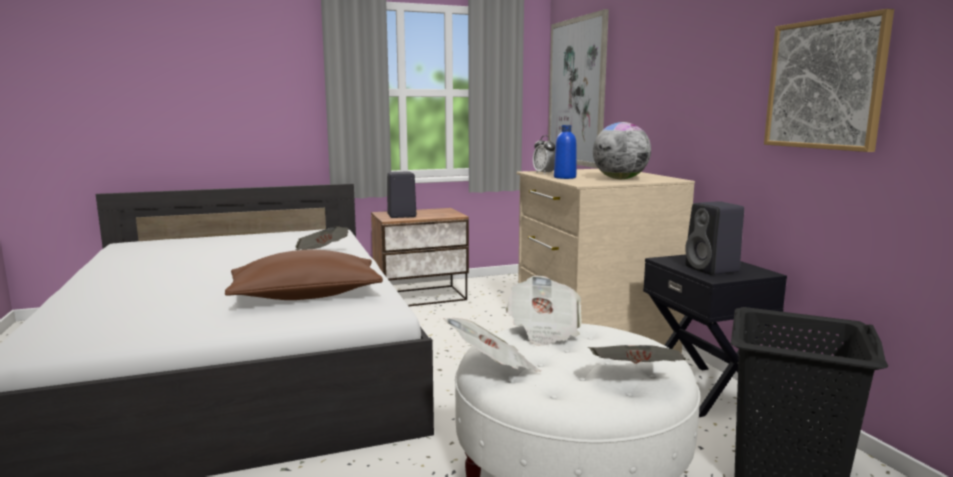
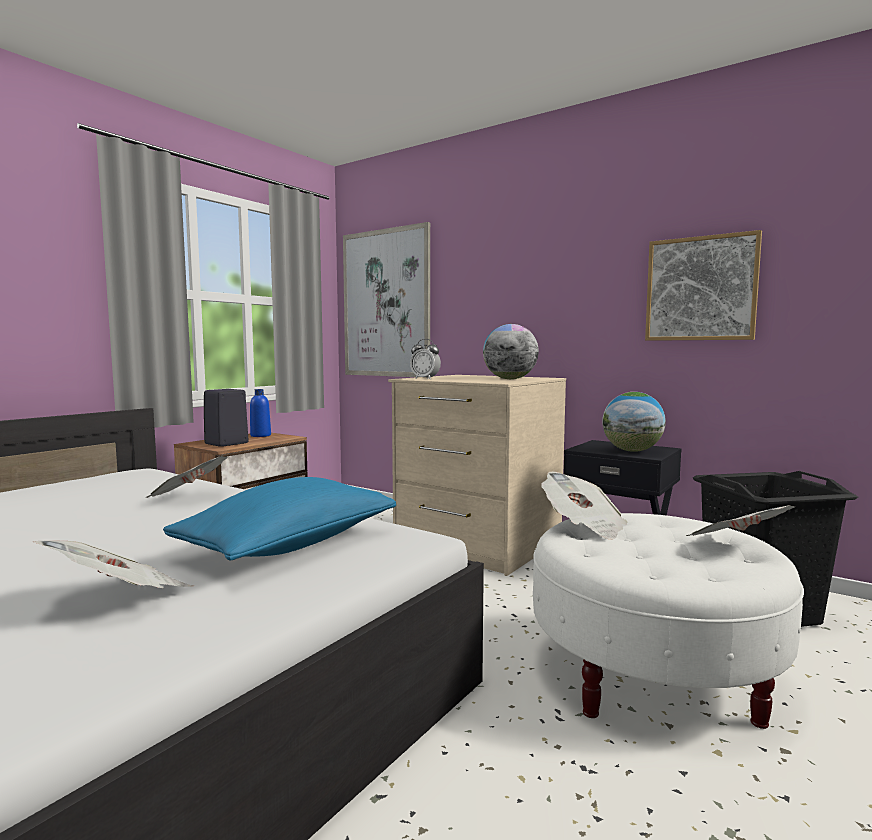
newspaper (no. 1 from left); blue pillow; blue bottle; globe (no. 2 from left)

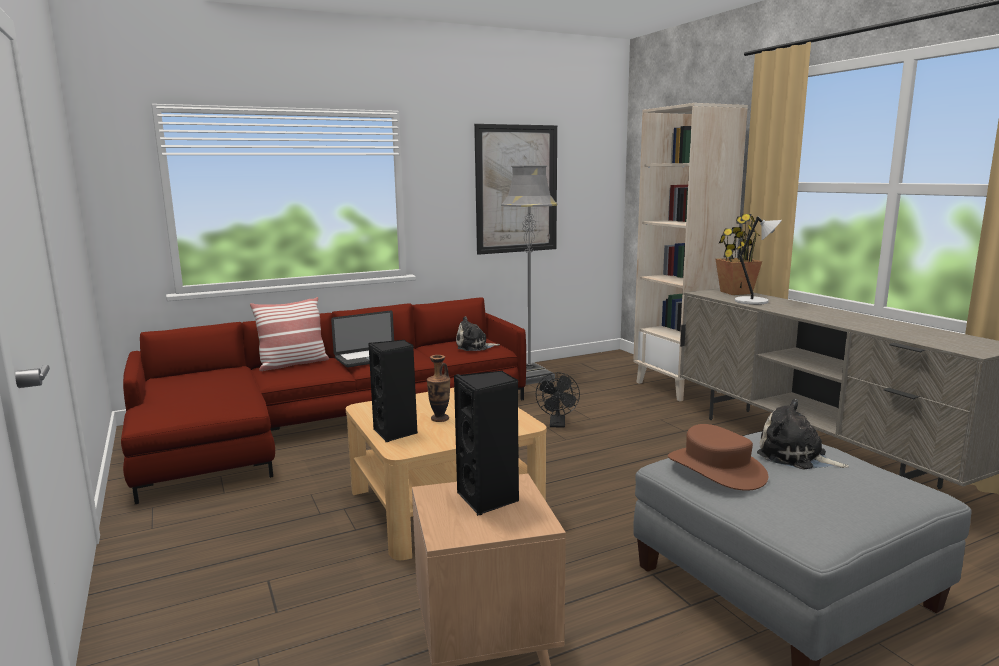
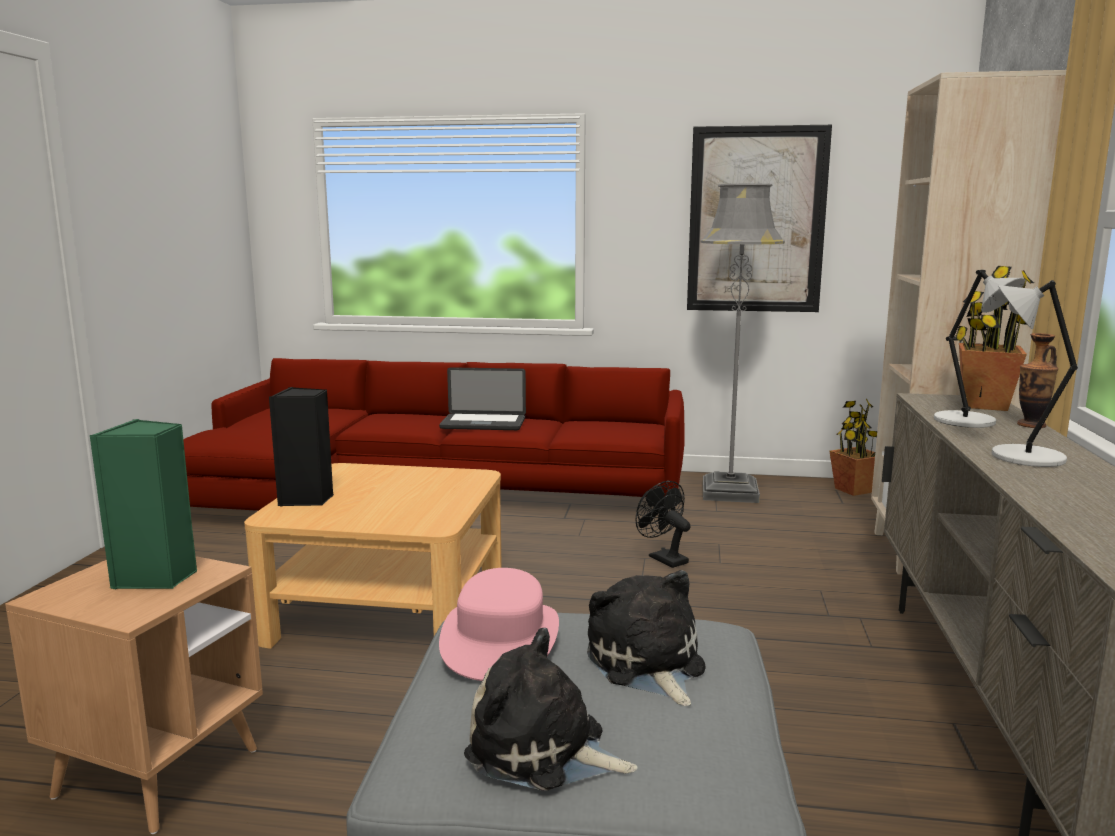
green speaker; pink hat; plush toy (no. 1 from left); black fan; potted plant (no. 1 from left); grey table lamp (no. 2 from left); vase; pillow

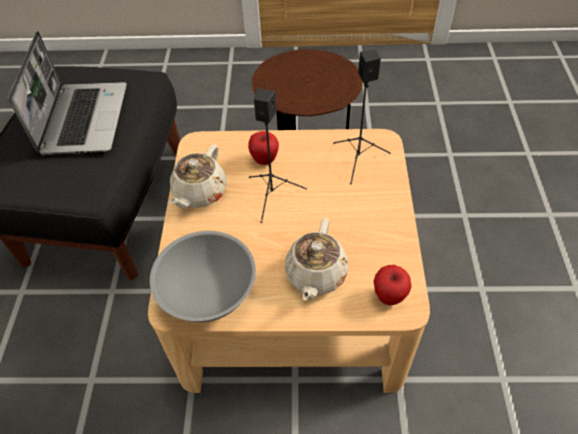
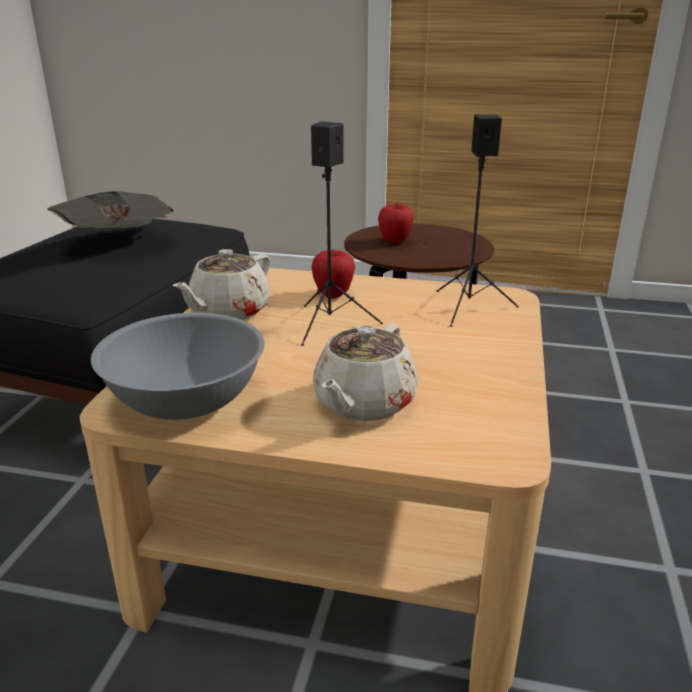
newspaper; apple (no. 2 from left)

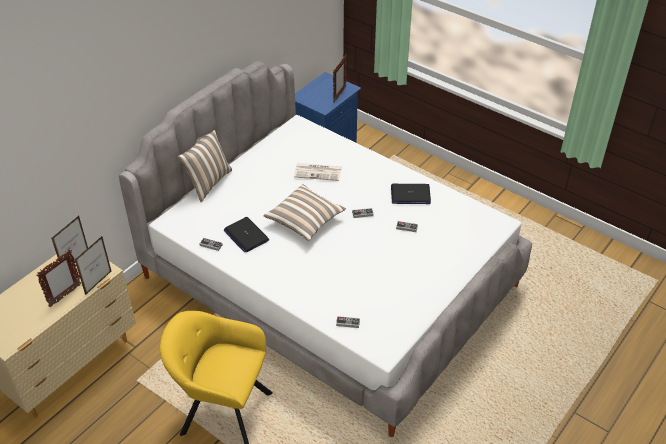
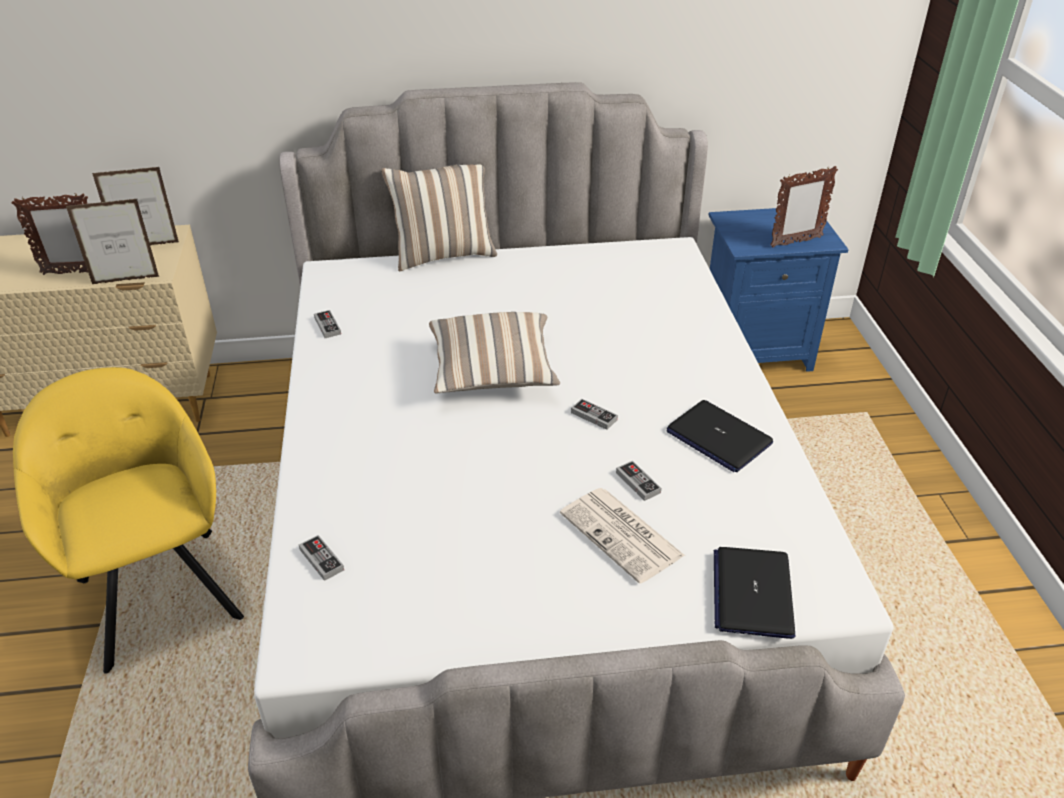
newspaper; laptop (no. 2 from left)

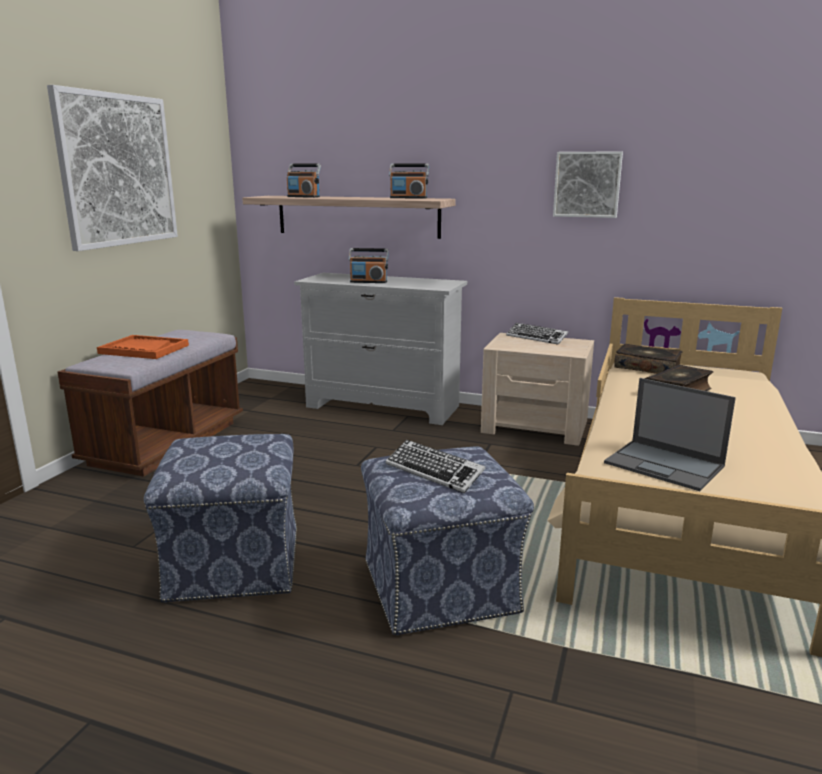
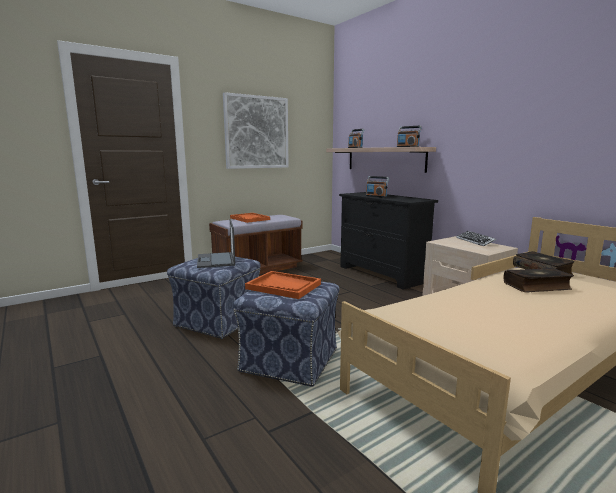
laptop; orange tray (no. 2 from left); black dresser; picture (no. 2 from left in the first image)

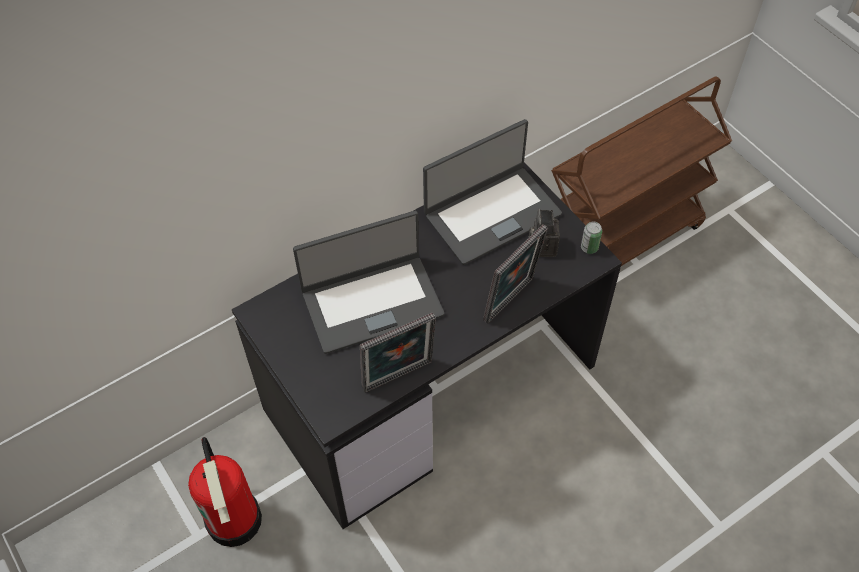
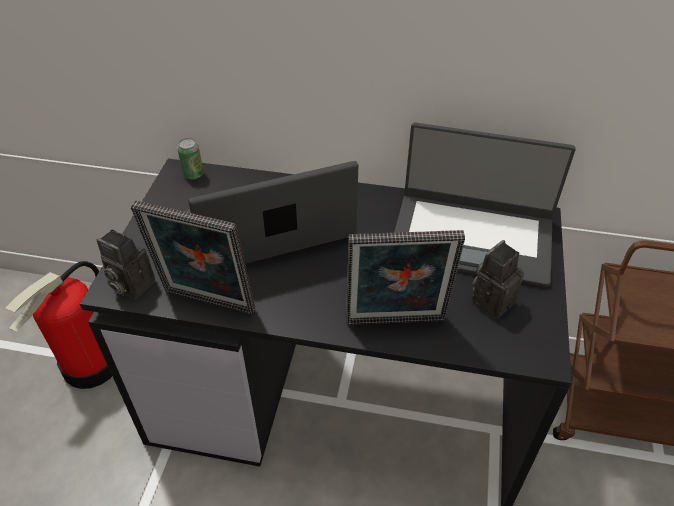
photo camera (no. 1 from left); can; laptop (no. 1 from left)

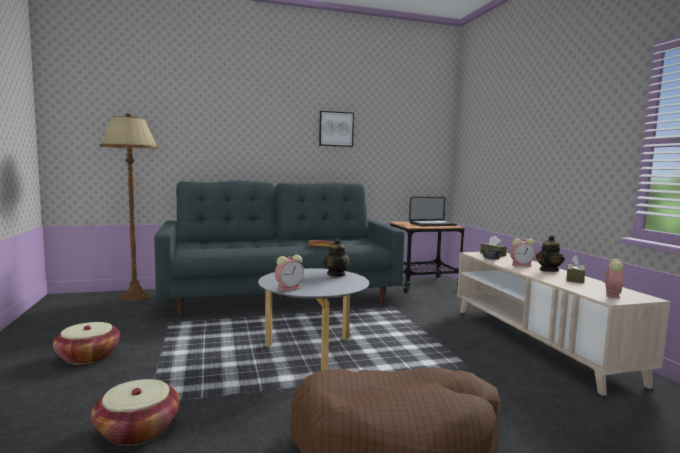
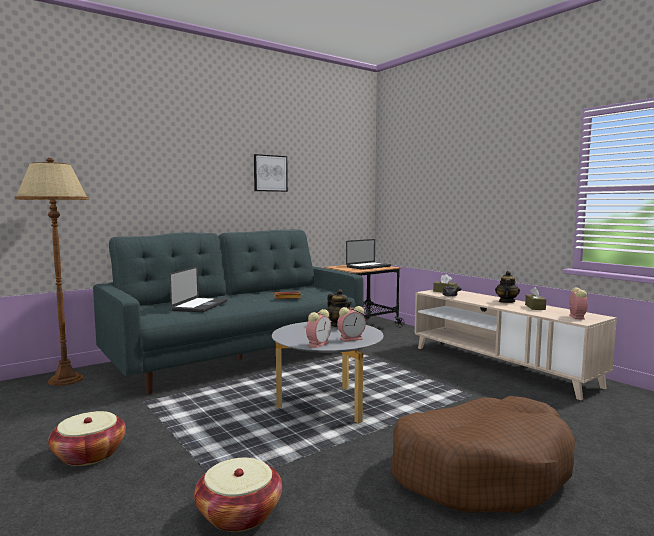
laptop (no. 1 from left); alarm clock (no. 2 from left)

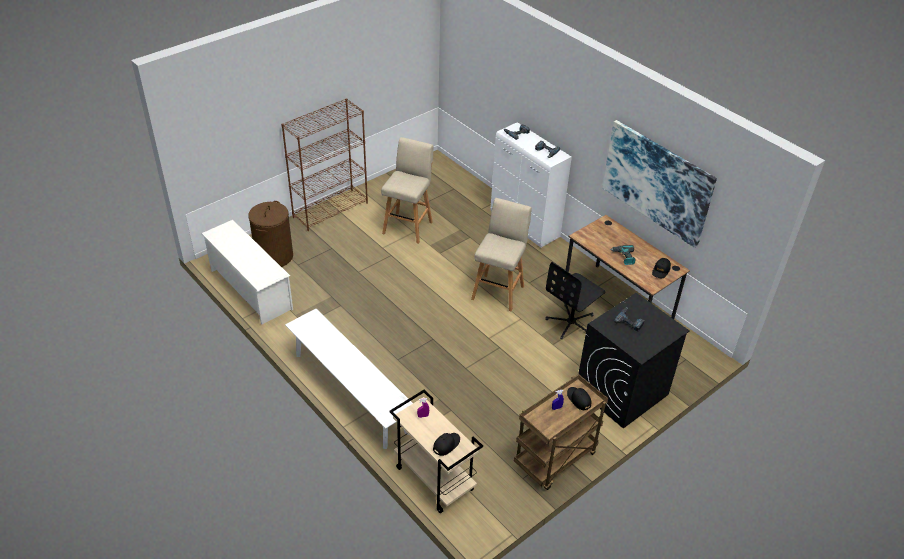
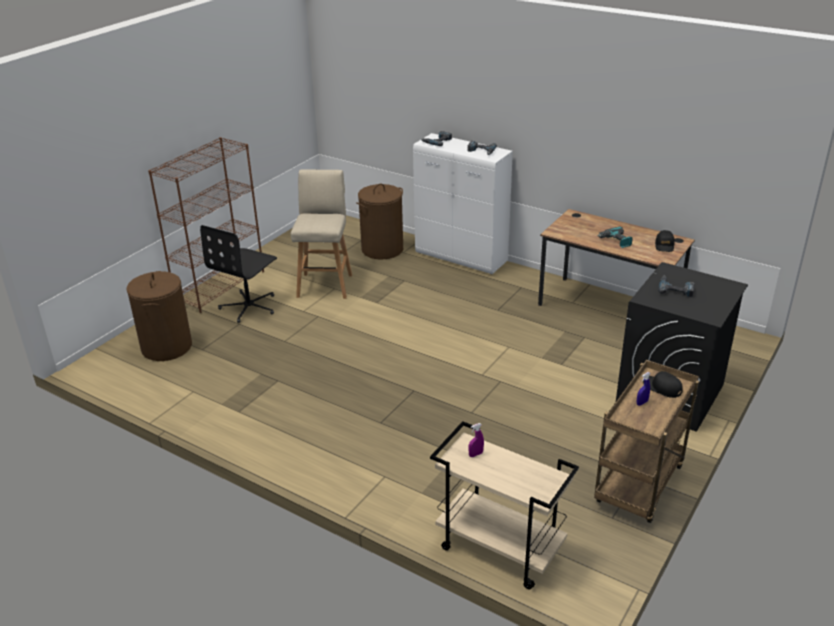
black office chair; brown laundry basket (no. 2 from left); white shoe rack; white bench; black cap (no. 1 from left in the first image); beige stool (no. 2 from left in the first image); picture

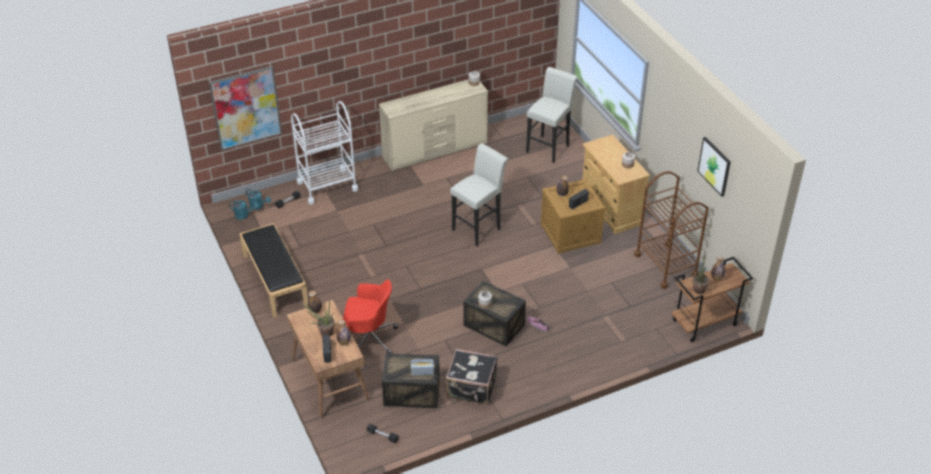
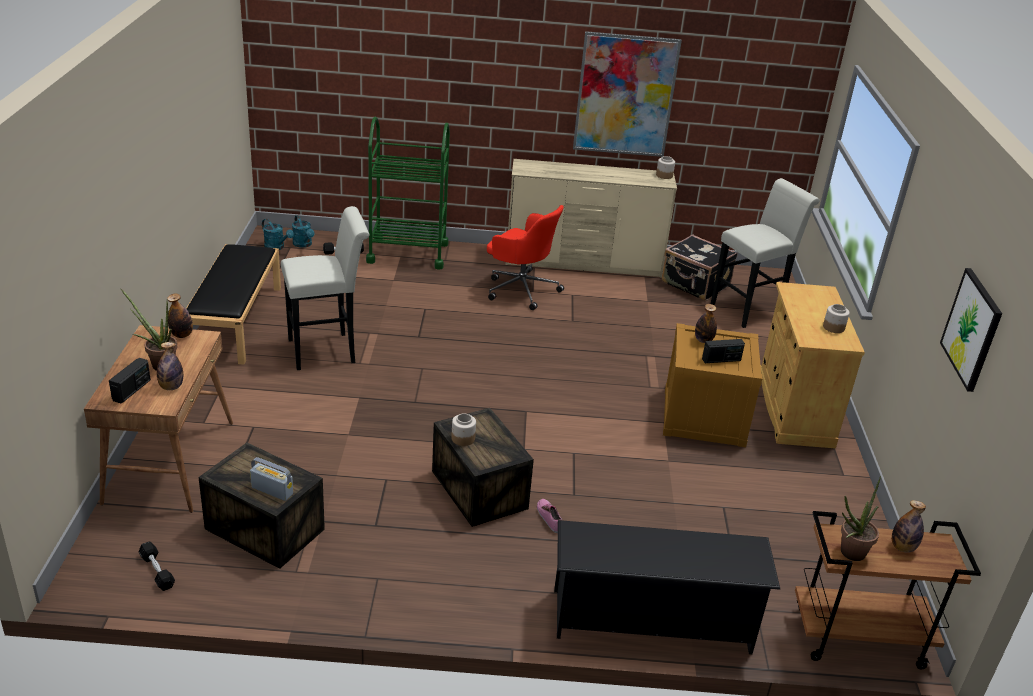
white stool (no. 1 from left); green cart; red office chair; black shoe rack; picture (no. 1 from left); black suitcase; brown cart (no. 1 from left in the first image)

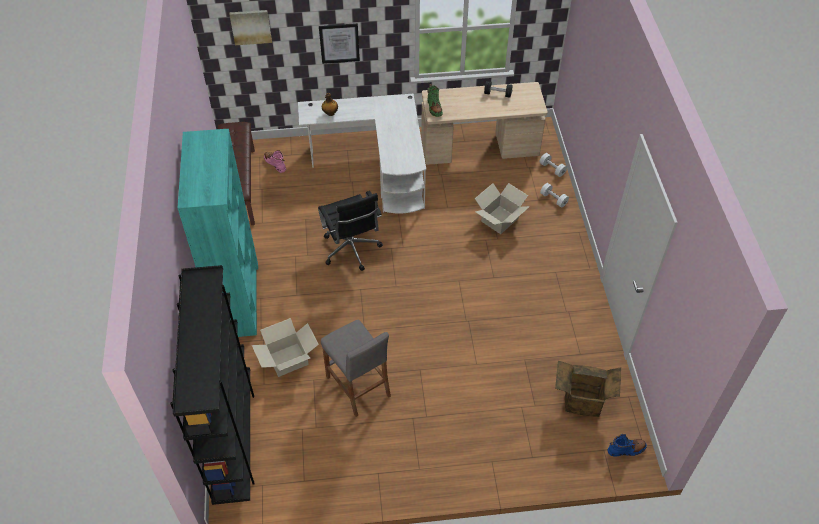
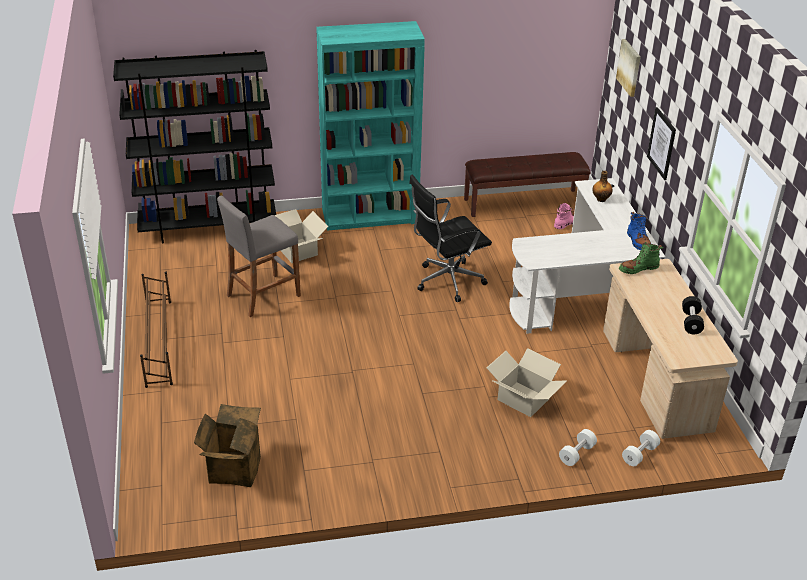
brown shoe rack; blue boot

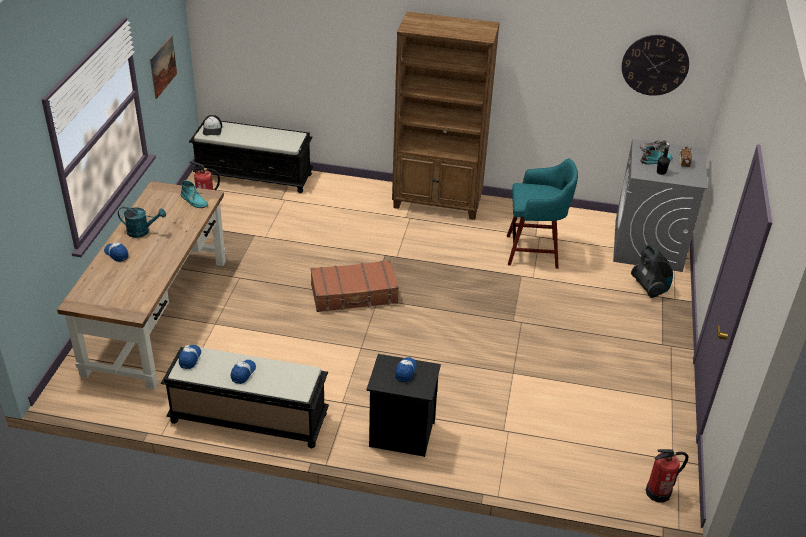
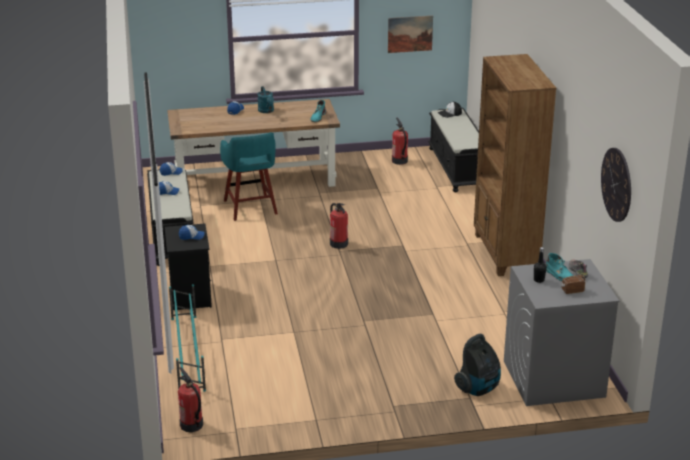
turquoise shoe rack; turquoise stool; fire extinguisher (no. 2 from left)

